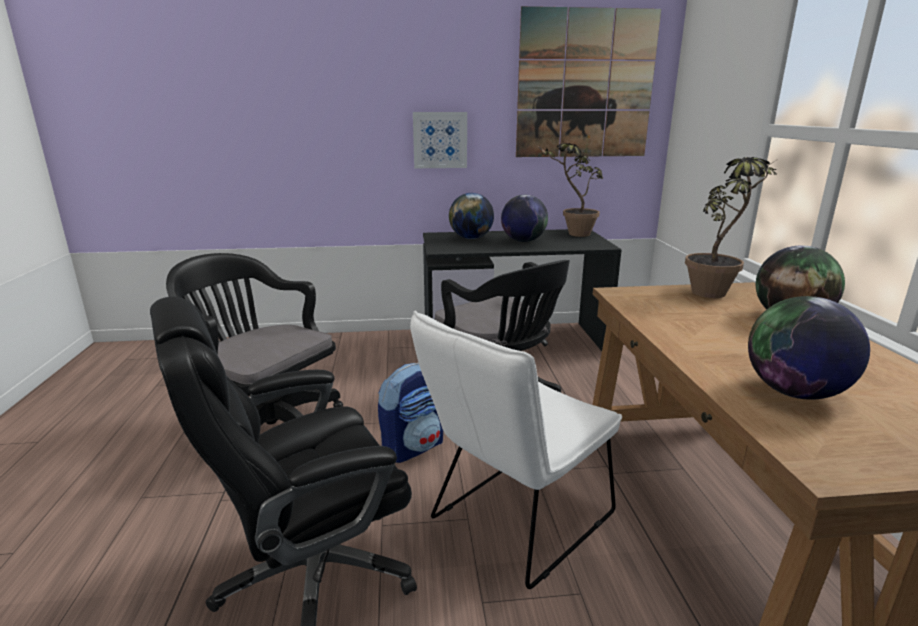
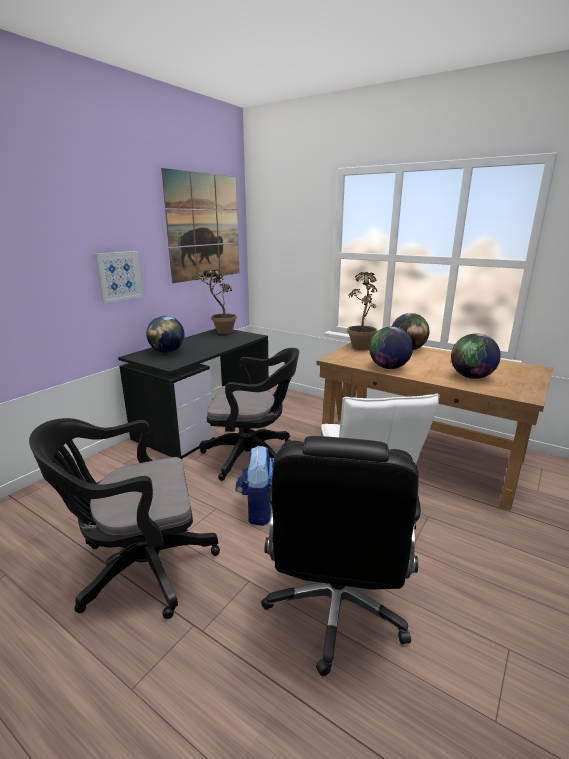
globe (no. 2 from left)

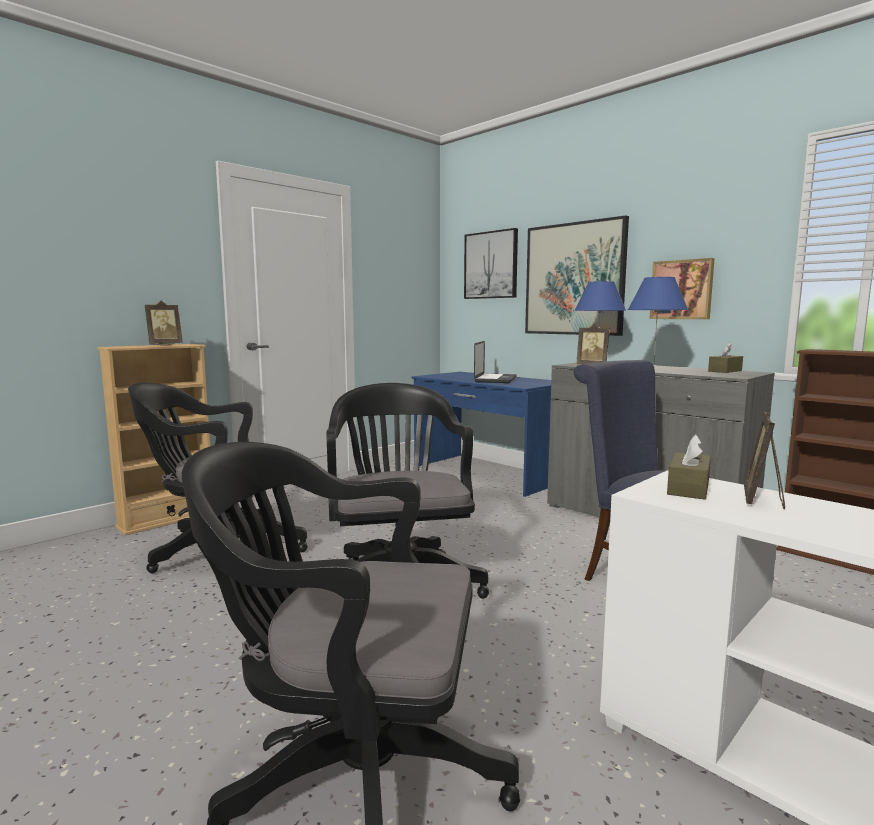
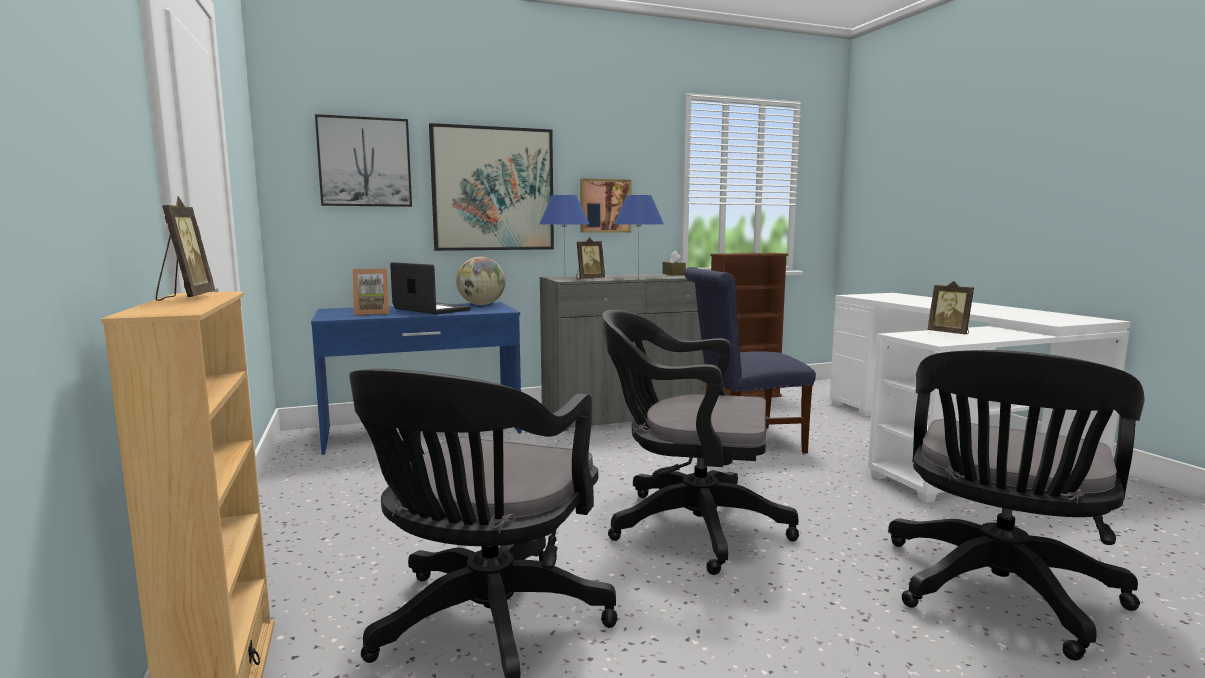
picture frame (no. 2 from left); globe; brown tissue box (no. 1 from left in the first image)

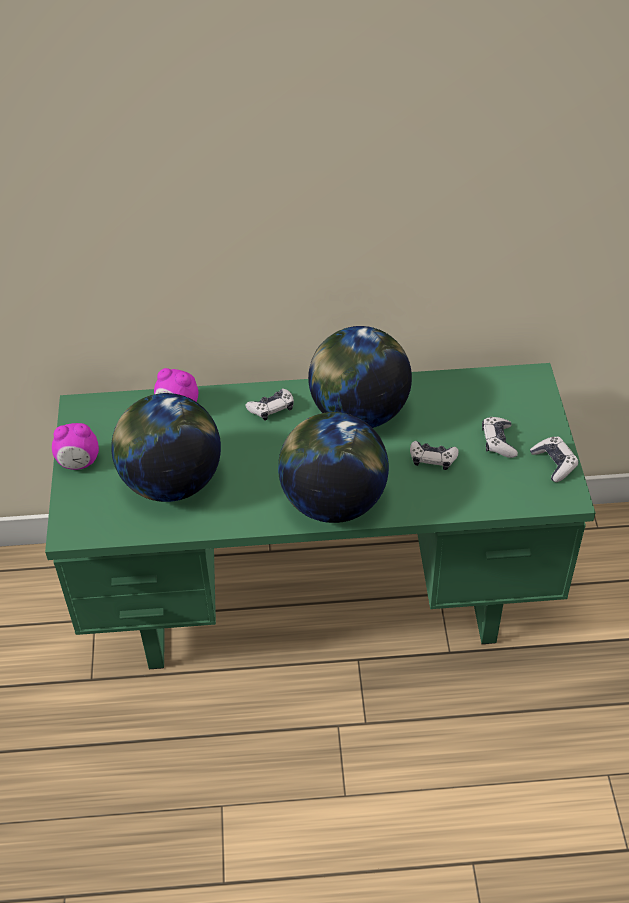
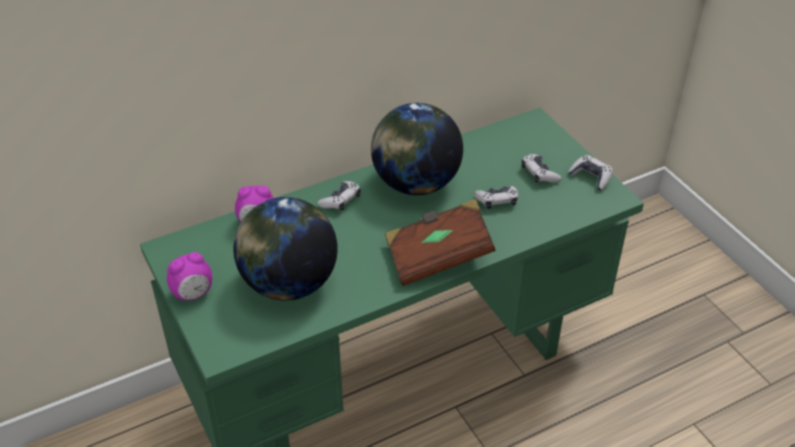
brown book

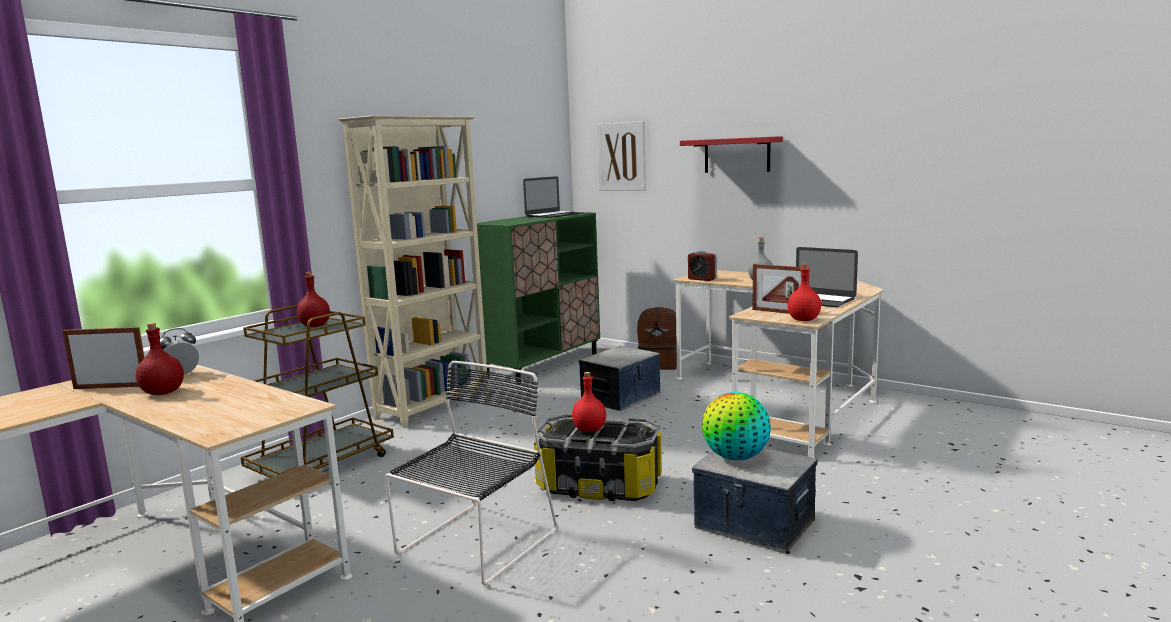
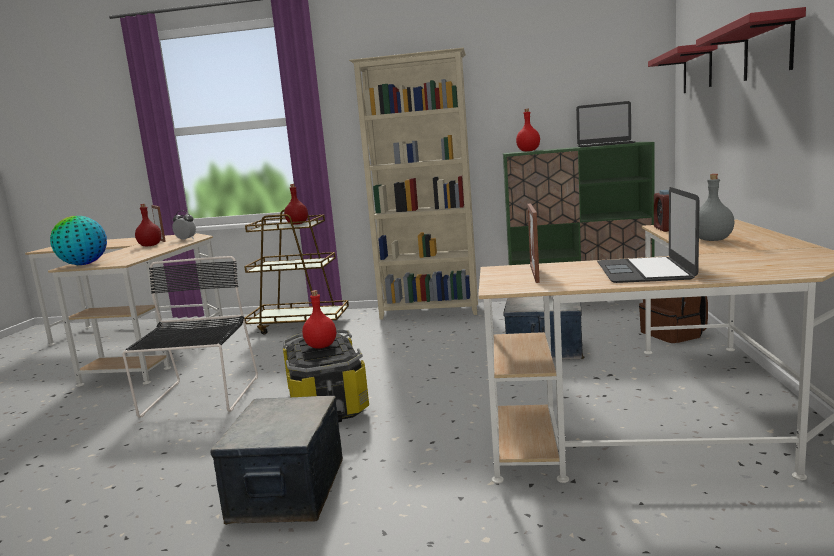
globe; black chair; red bottle (no. 4 from left); red shelf (no. 1 from left)

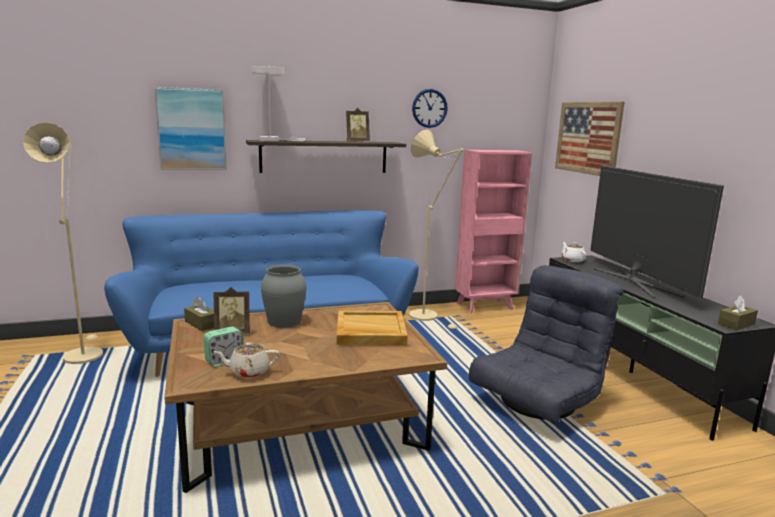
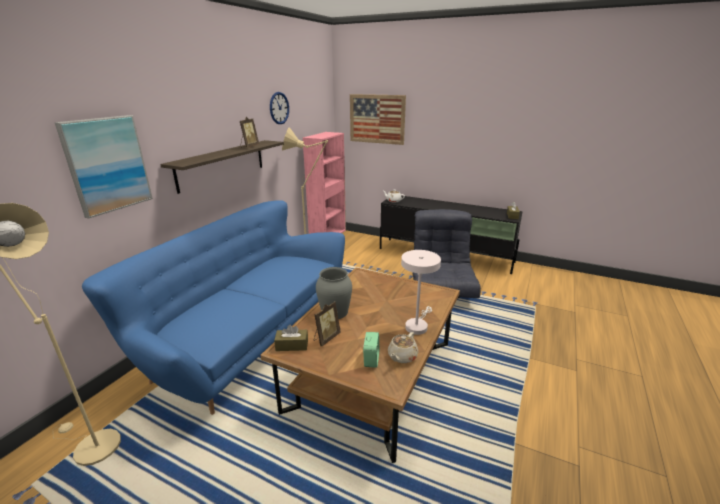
white table lamp; beige tray; television

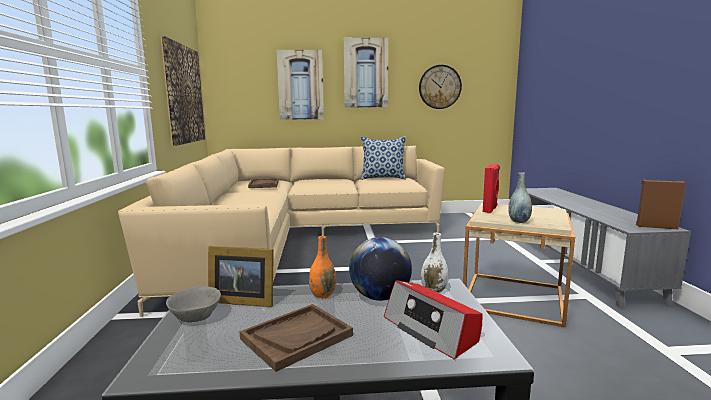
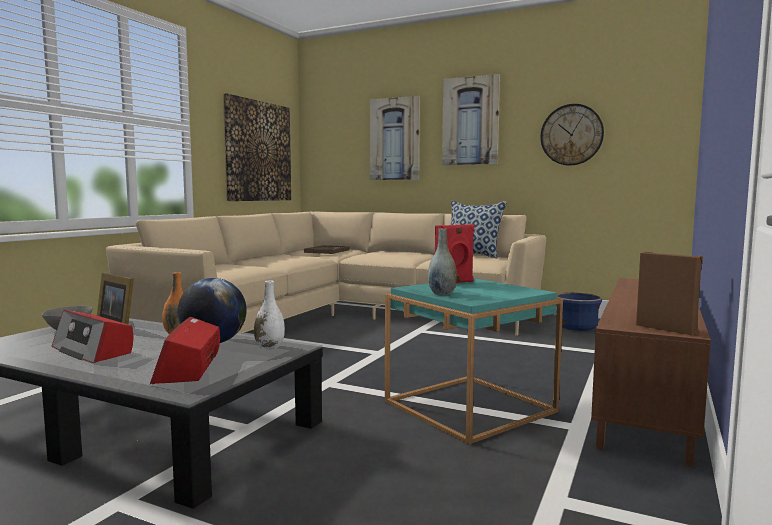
radio (no. 1 from left); turquoise side table; blue planter; brown tv stand

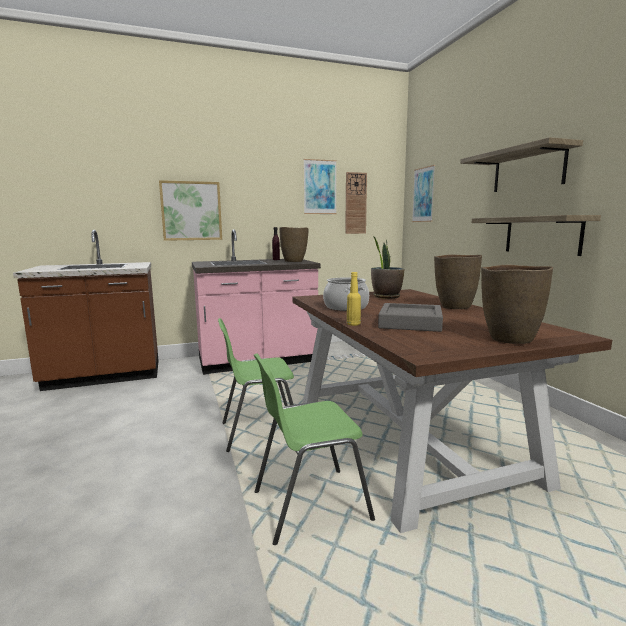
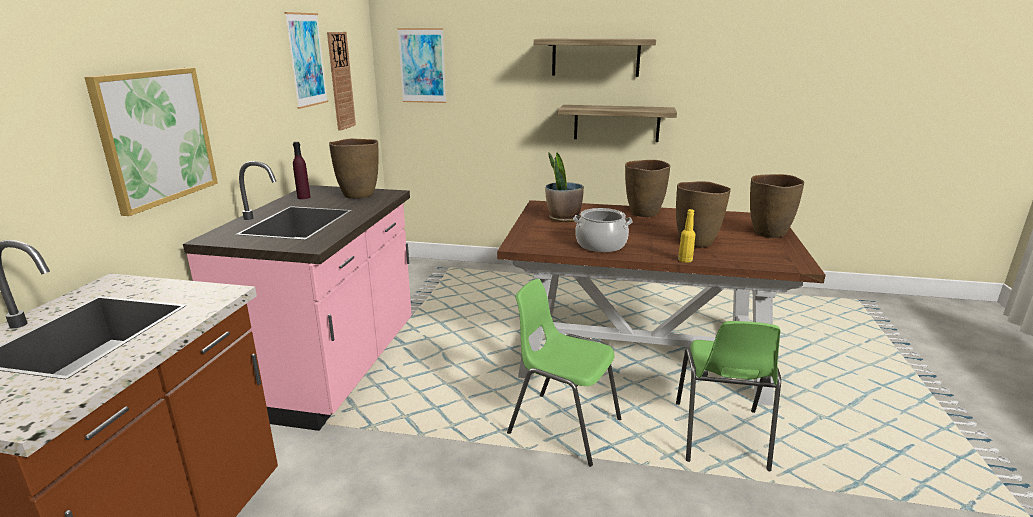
green chair (no. 1 from left); brown vase (no. 3 from left)

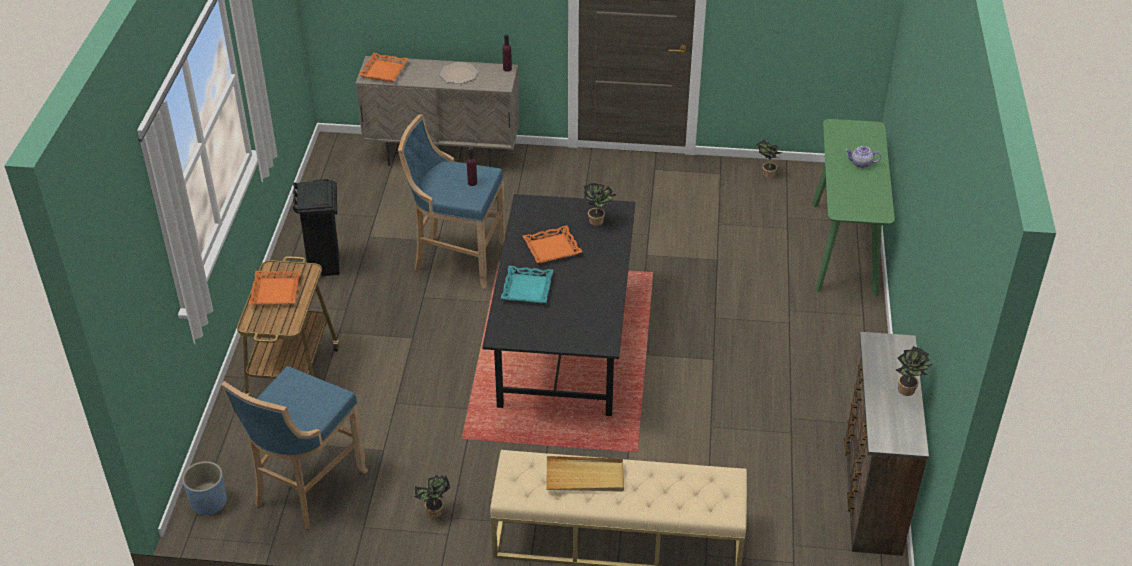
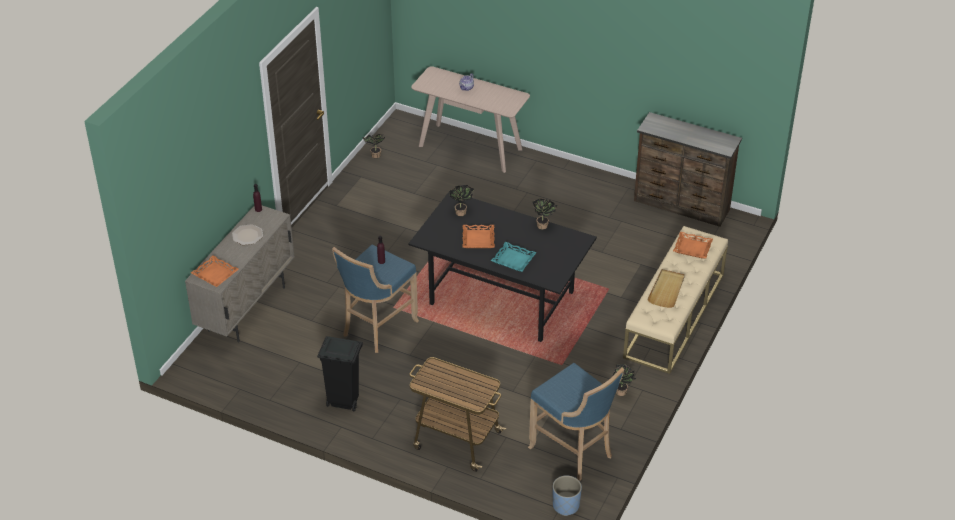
beige console table; potted plant (no. 3 from left); orange tray (no. 3 from left)

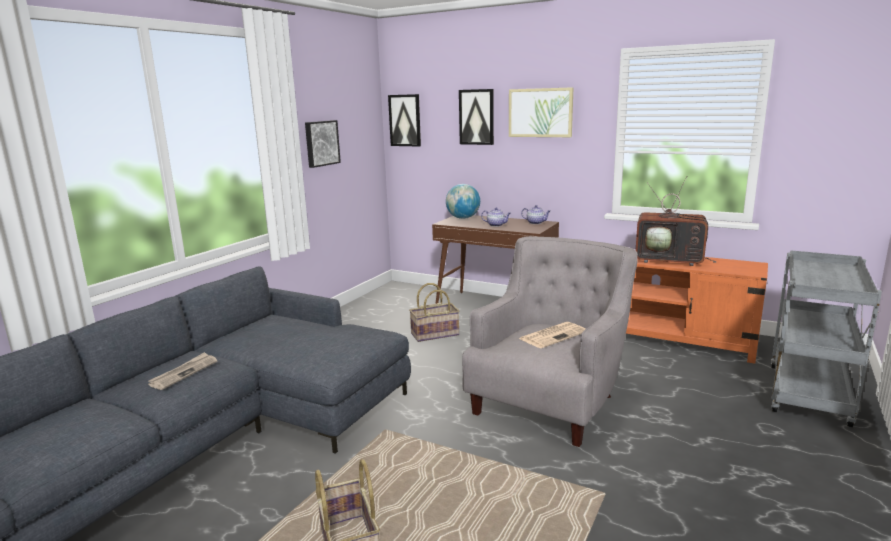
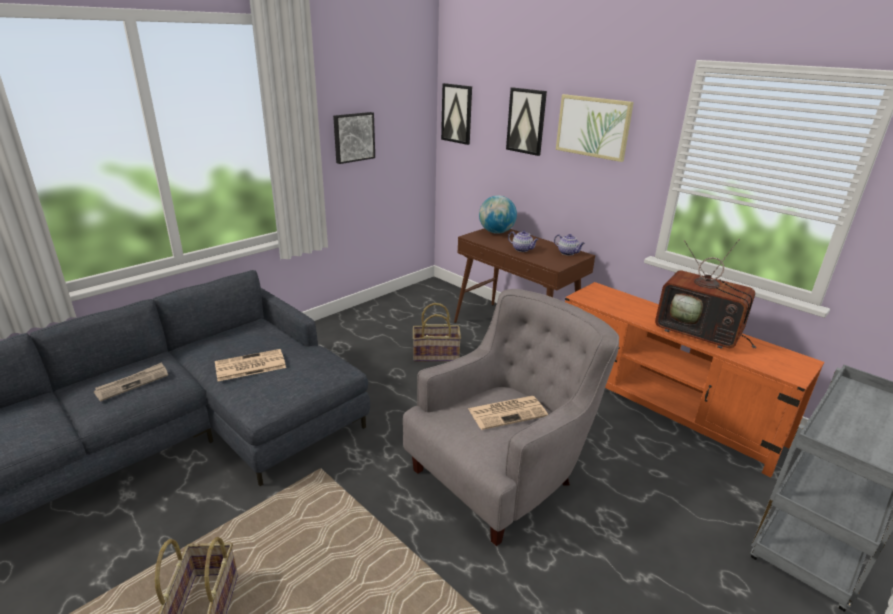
newspaper (no. 2 from left)

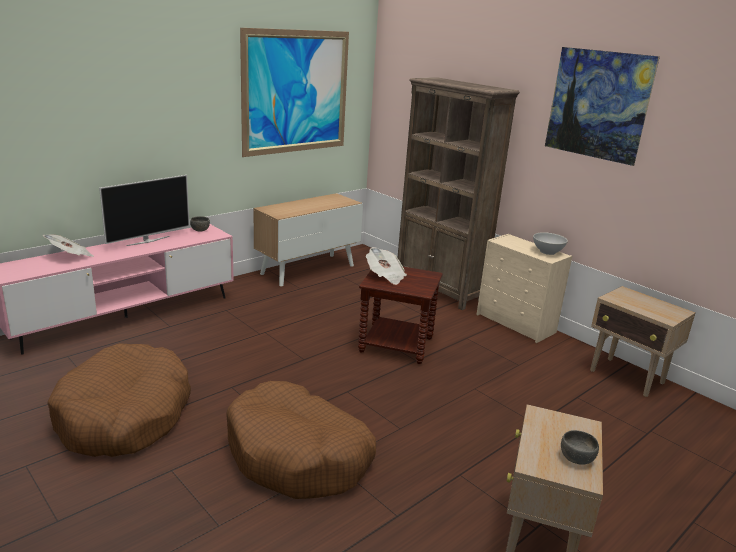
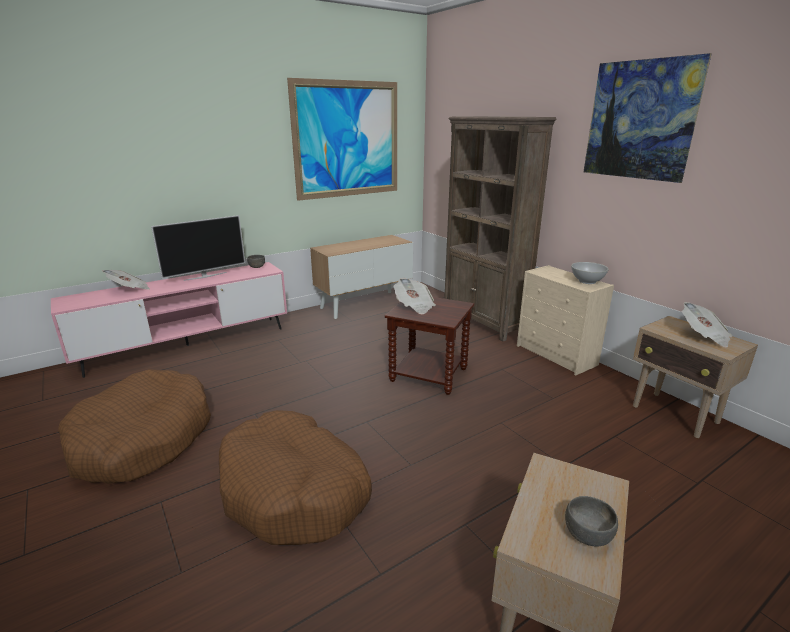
newspaper (no. 3 from left)

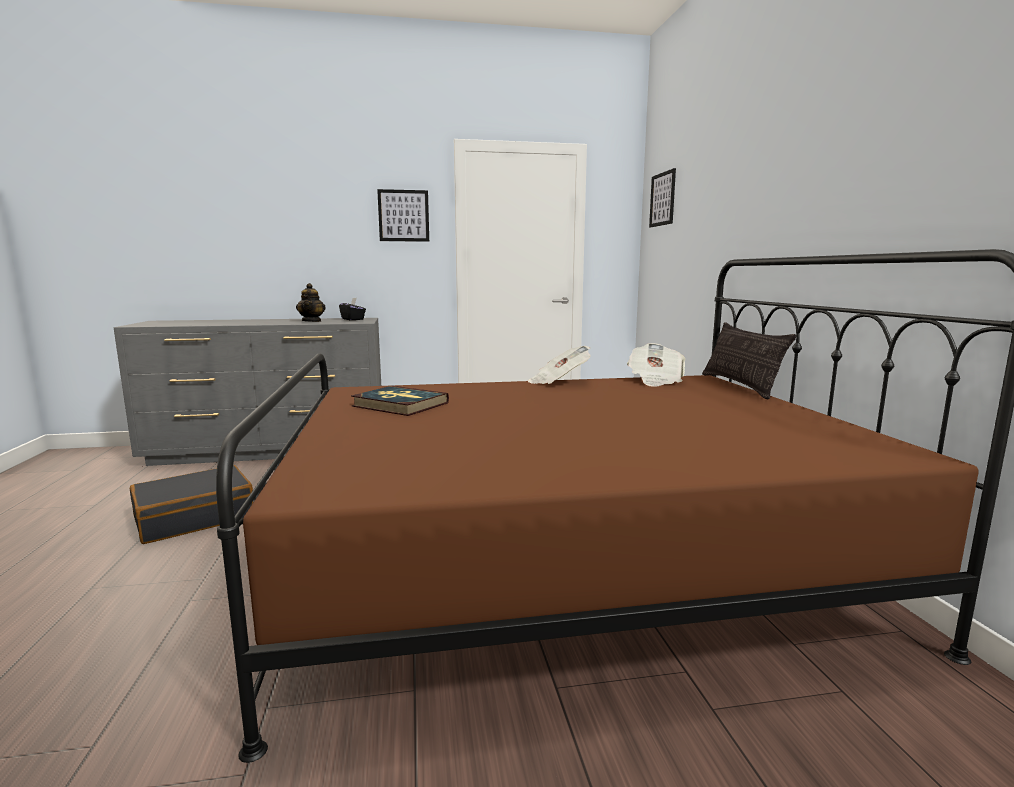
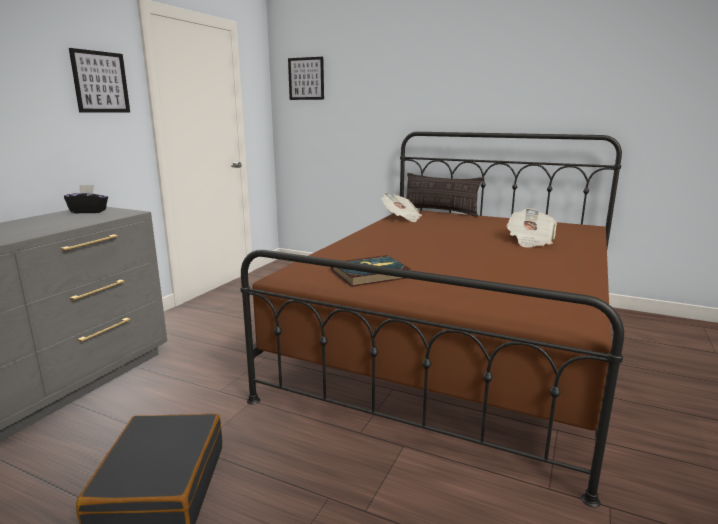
newspaper (no. 2 from left); teapot

